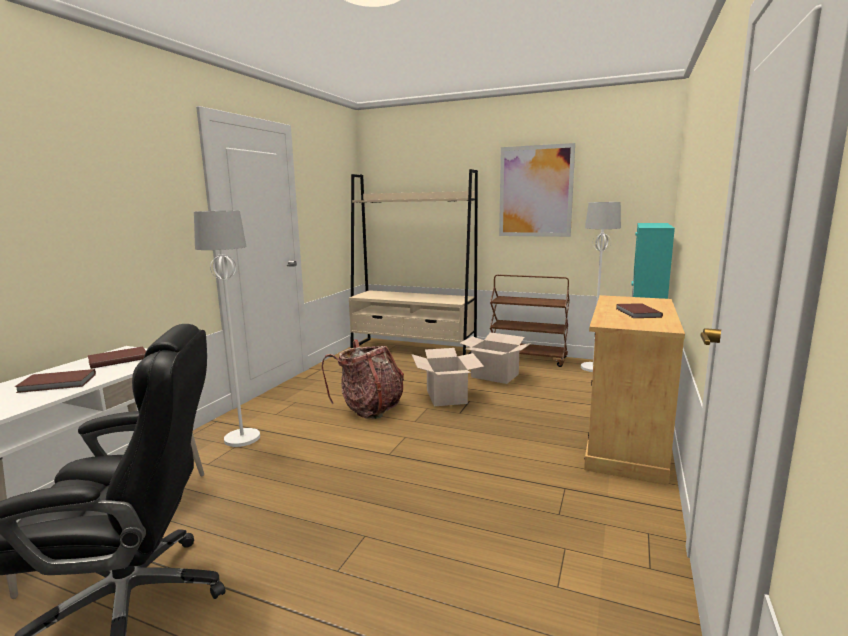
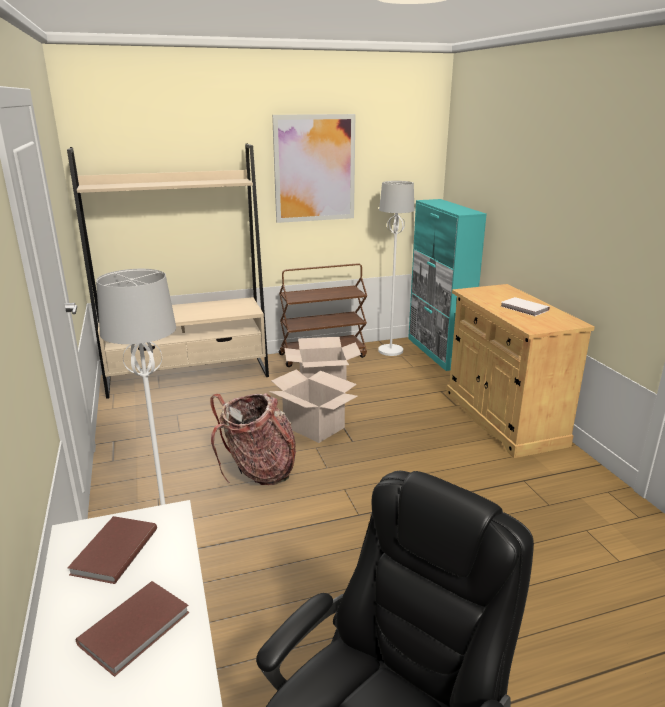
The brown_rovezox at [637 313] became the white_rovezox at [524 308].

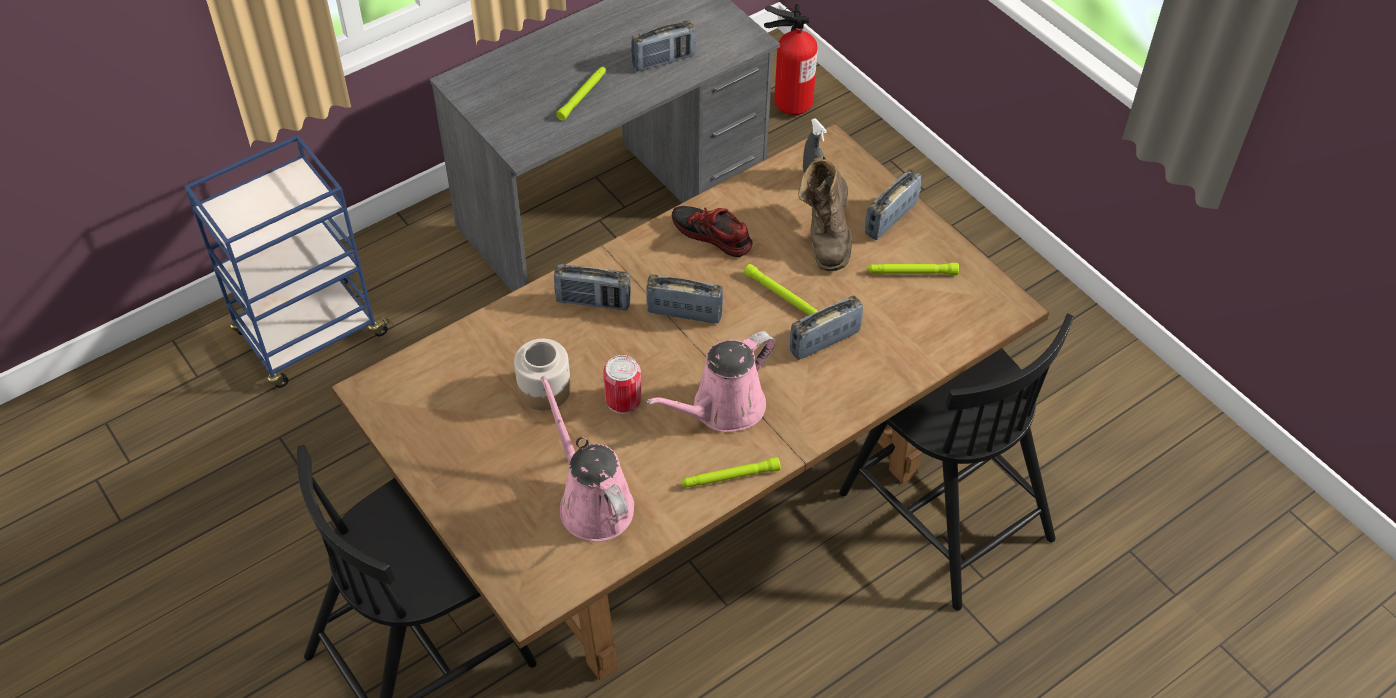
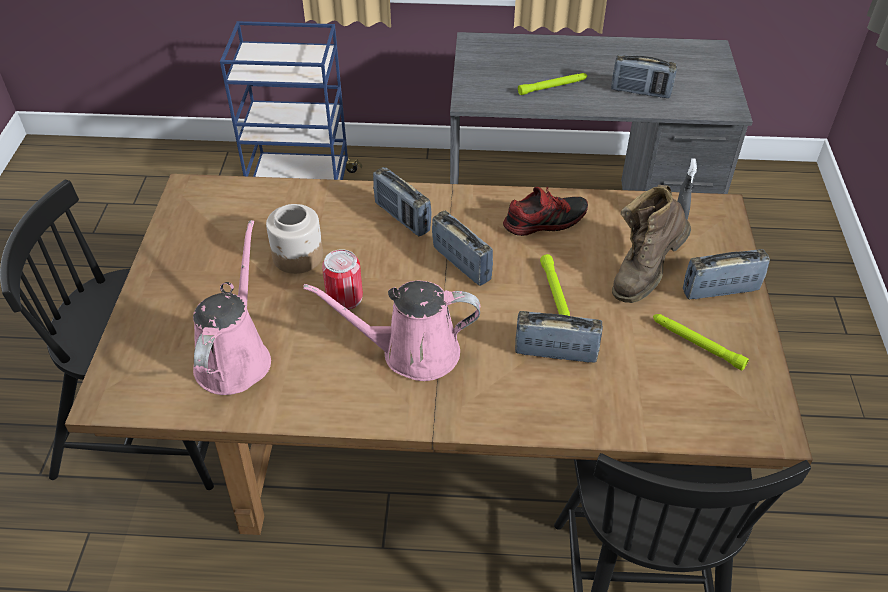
The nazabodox at [711 236] turned 90 degrees clockwise.
The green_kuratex at [729 477] disappeared.
The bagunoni at [790 102] disappeared.

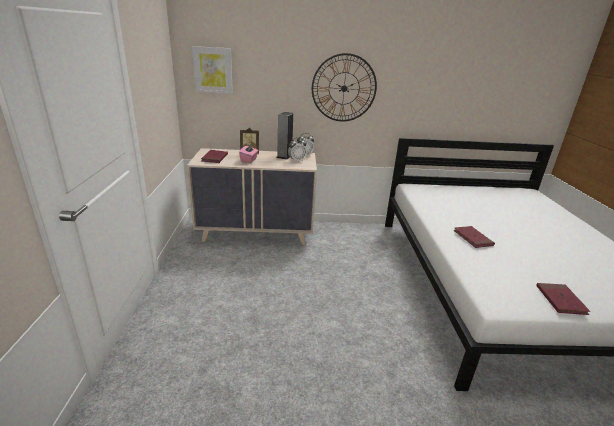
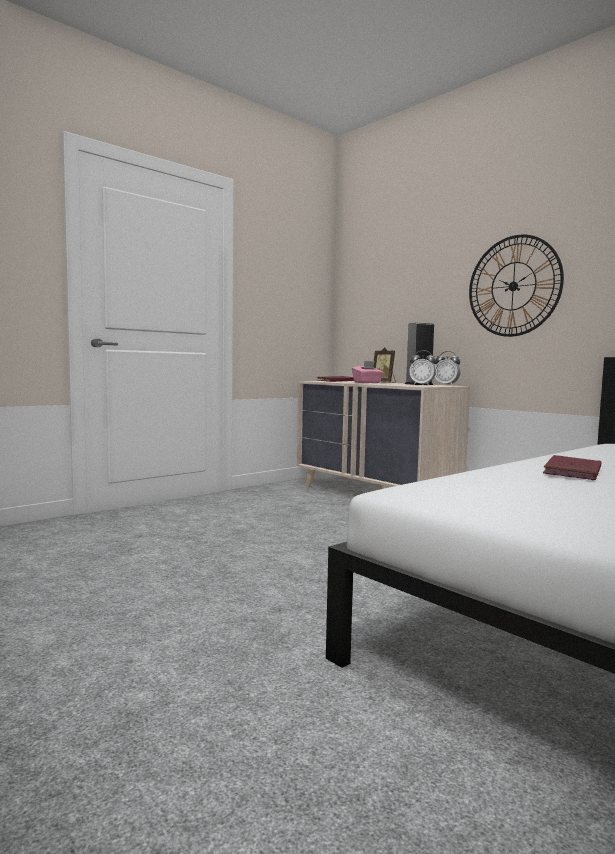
The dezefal at [213 70] disappeared.
The red_rovezox at [560 300] disappeared.

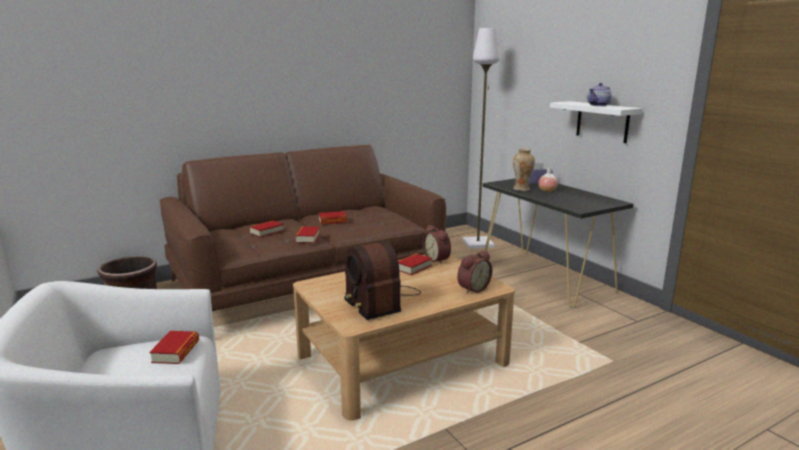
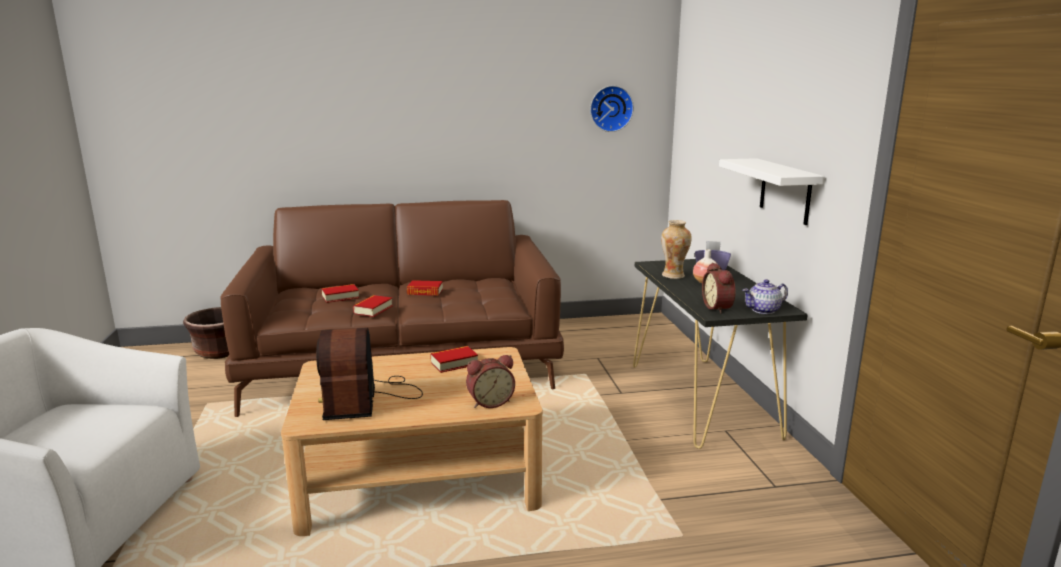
The rovezox at [176 352] disappeared.
The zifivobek moved from [438 259] to [719 307].
The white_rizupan at [478 243] disappeared.
The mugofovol moved from [598 105] to [764 310].
The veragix at [610 108] appeared.

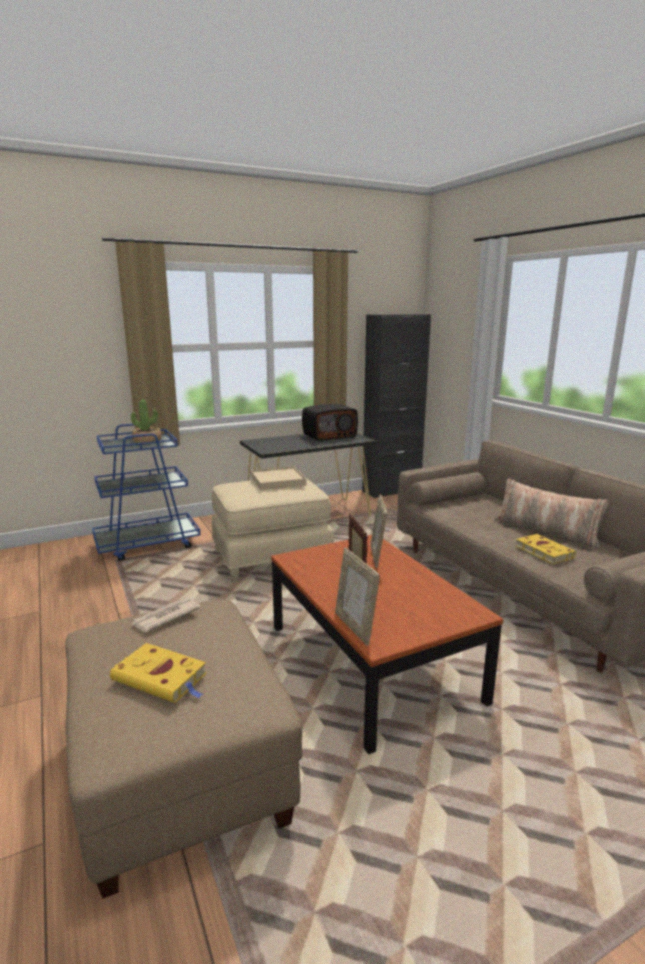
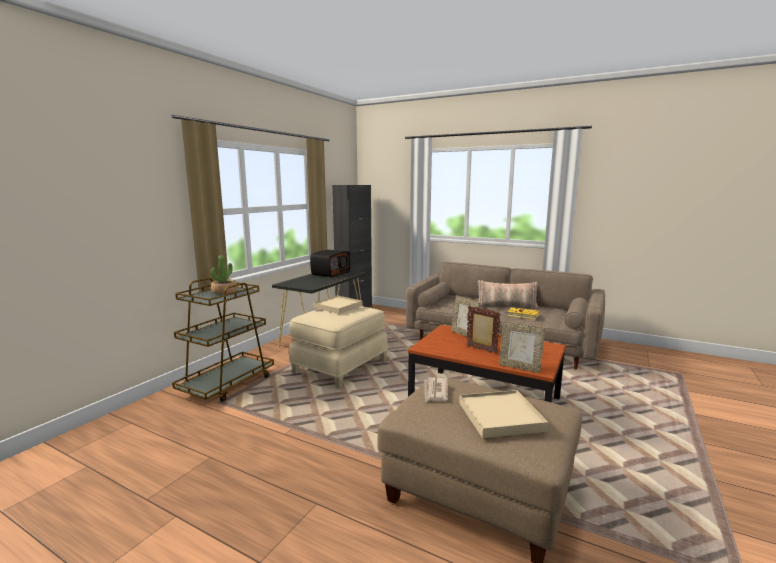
The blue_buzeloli at [148 544] became the brown_buzeloli at [227 384].
The yellow_rovezox at [162 678] was replaced by the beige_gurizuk at [500 416].

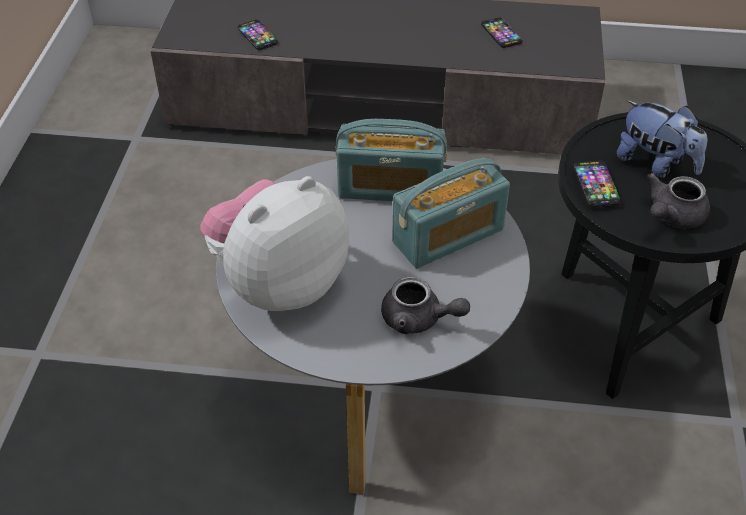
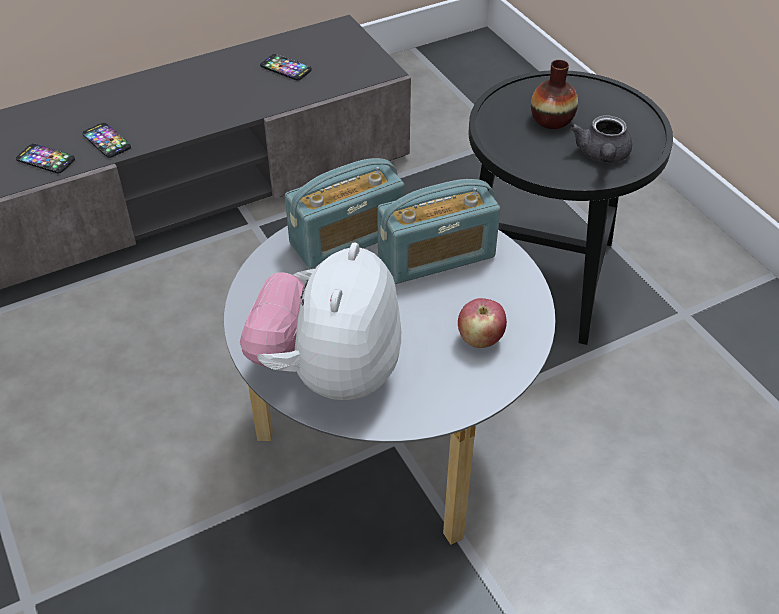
The grey_mugofovol at [419 319] was replaced by the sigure at [480 339].
The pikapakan at [448 236] turned 45 degrees clockwise.
The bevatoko moved from [596 185] to [106 141].
The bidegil at [655 164] was replaced by the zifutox at [551 119].

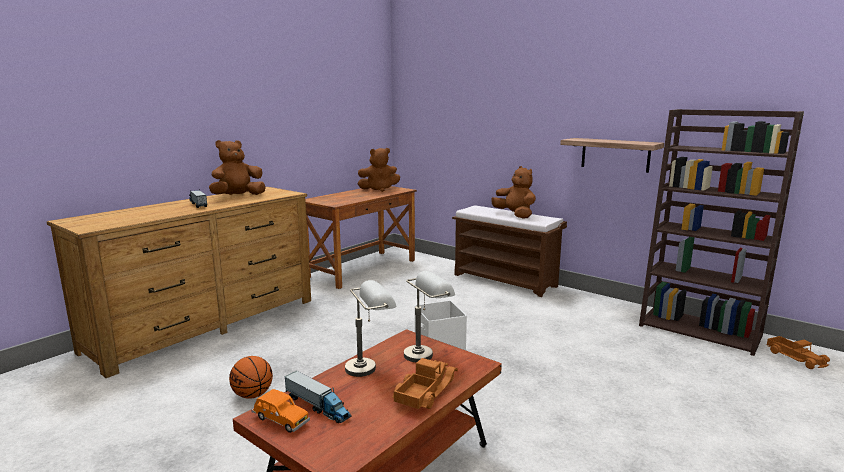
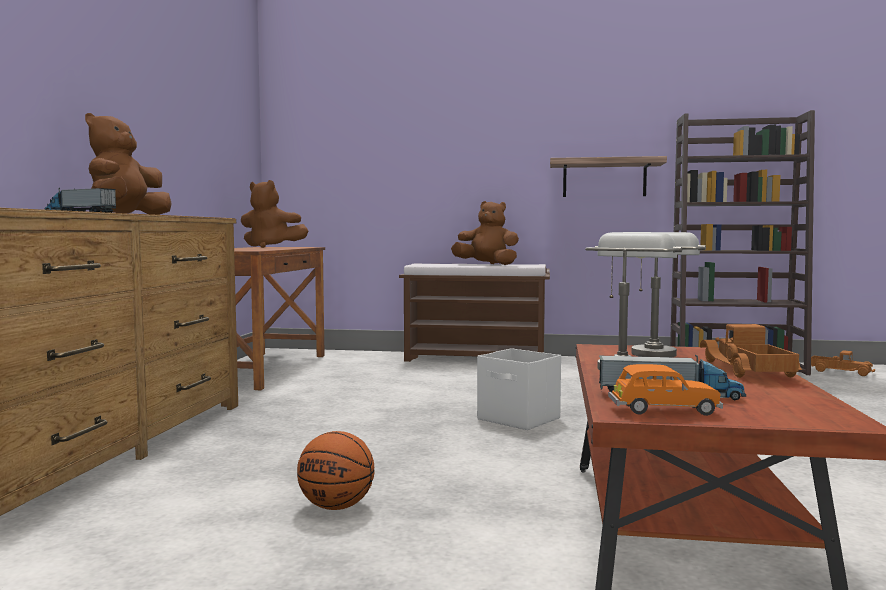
The brown_bidegil at [379 189] turned 60 degrees clockwise.

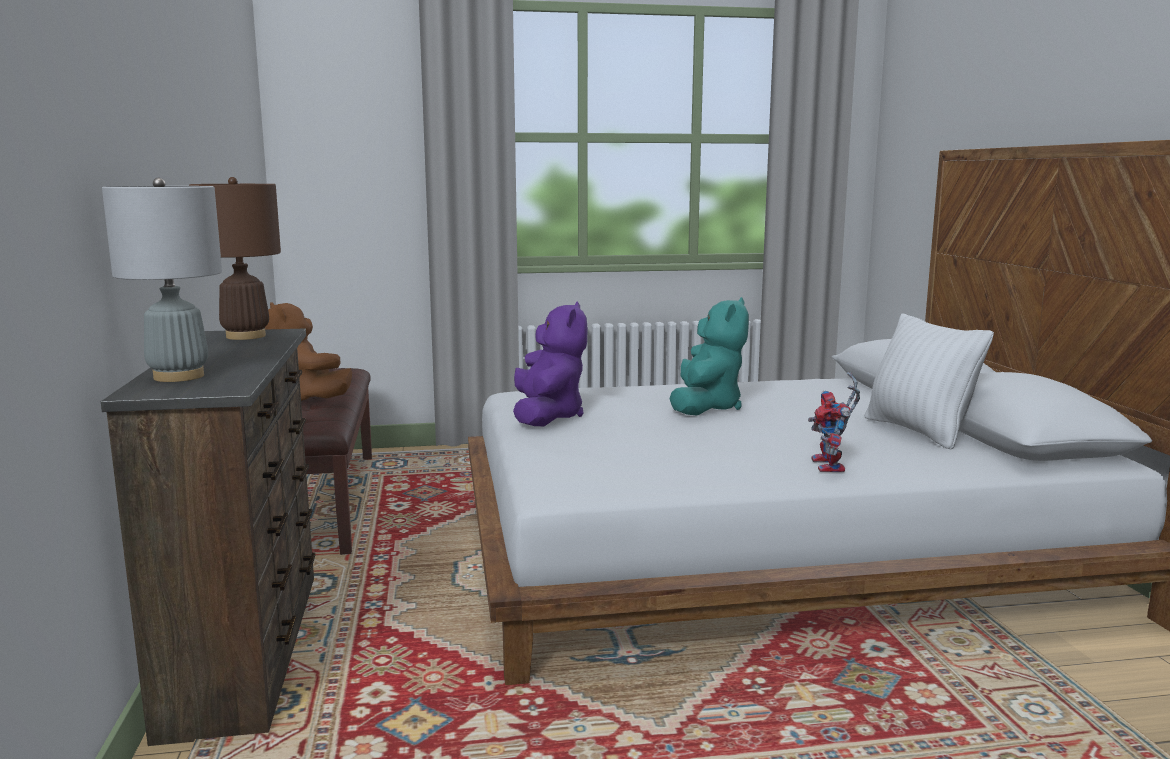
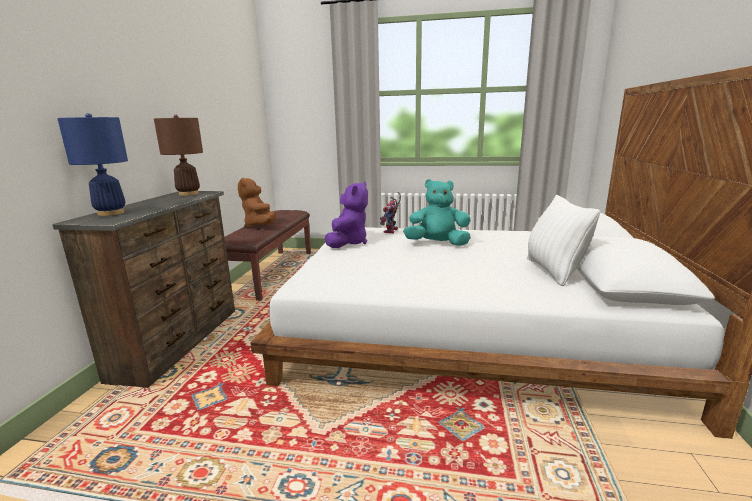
The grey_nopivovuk at [179 376] became the blue_nopivovuk at [111 213].
The turquoise_bidegil at [706 407] turned 120 degrees counterclockwise.
The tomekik moved from [832 467] to [391 231].

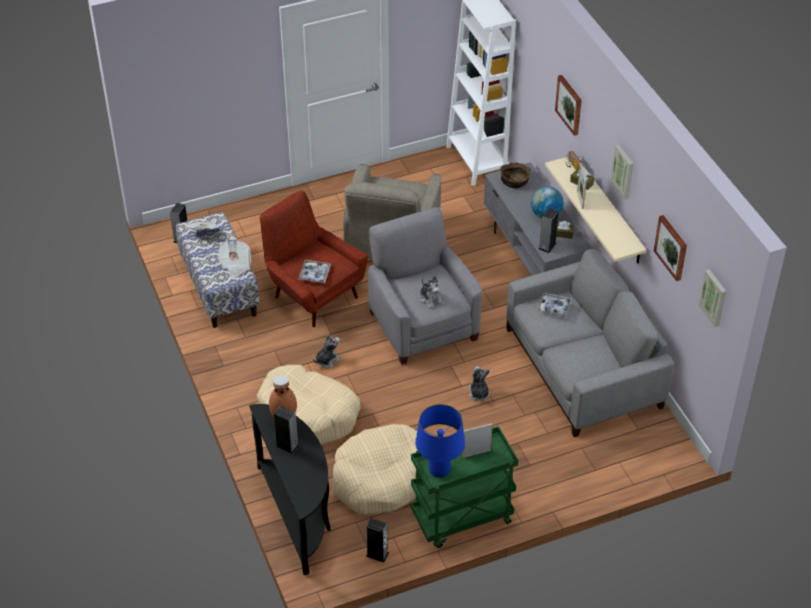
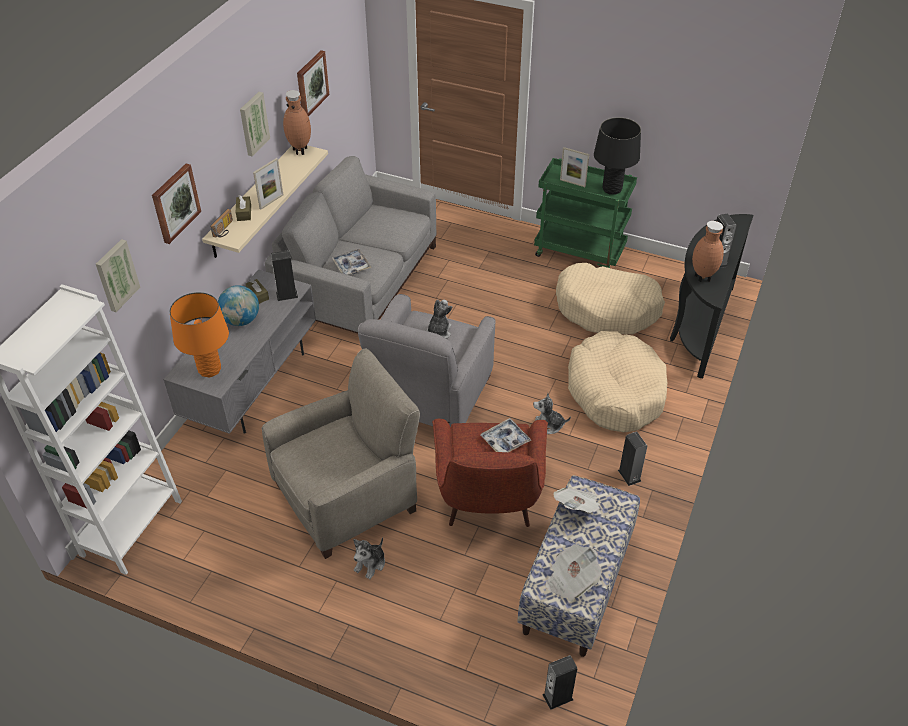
The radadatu moved from [377 554] to [629 475].
The blue_nopivovuk at [439 470] became the black_nopivovuk at [612 189].
The bidegil moved from [478 393] to [370 564].
The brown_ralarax at [515 181] was replaced by the orange_nopivovuk at [210 370].
The dezefal moved from [714 297] to [116 275].
The brown_zifutox at [300 150] appeared.

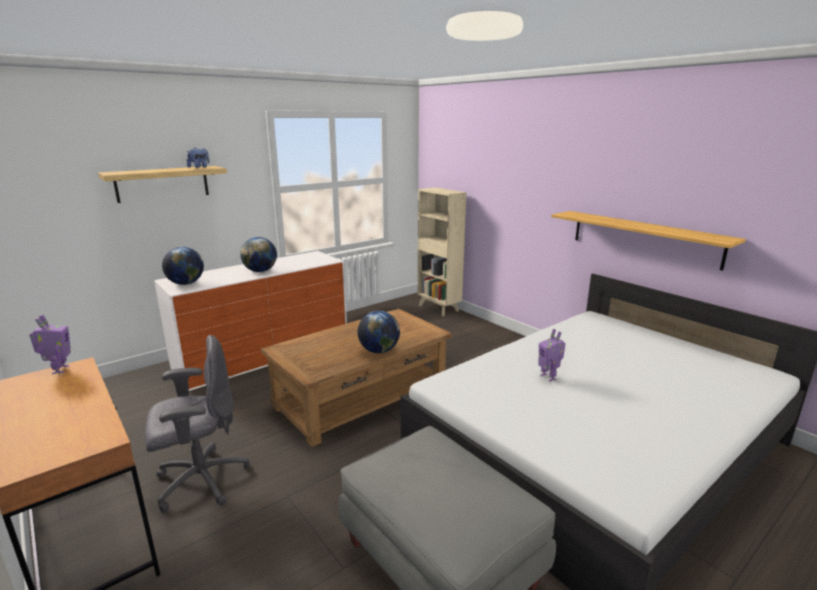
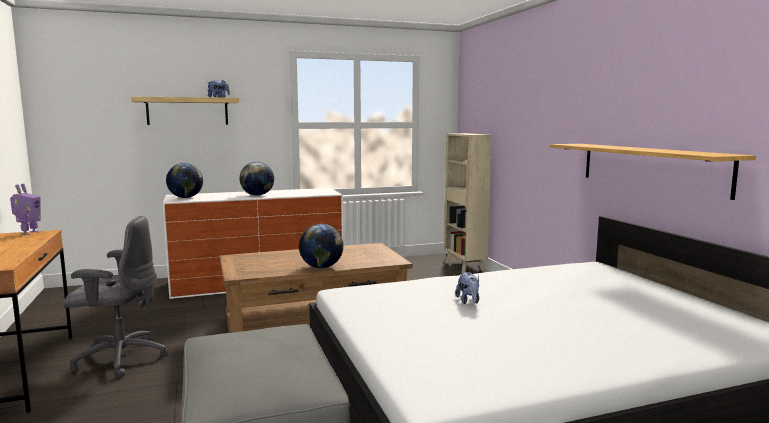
The tomekik at [548 377] was replaced by the bidegil at [468 301].

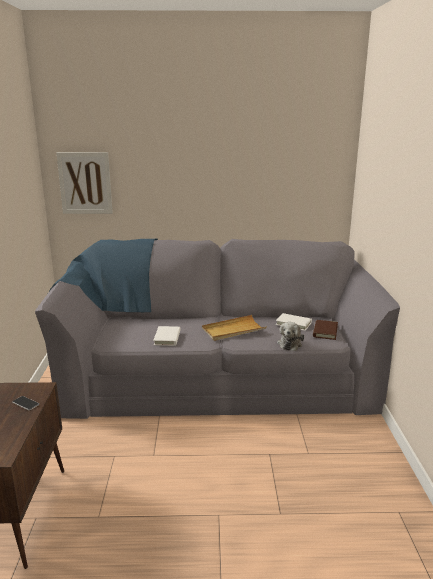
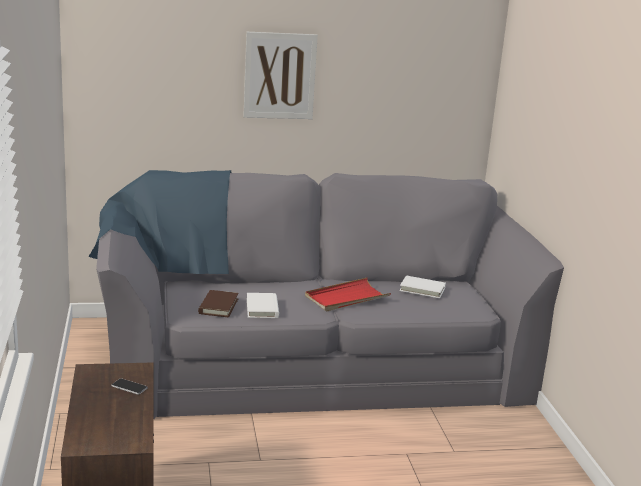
The dezefal moved from [85 183] to [279 76].
The beige_gurizuk at [233 330] became the red_gurizuk at [346 298].
The bidegil at [290 343] disappeared.
The brown_rovezox moved from [325 331] to [218 306].

